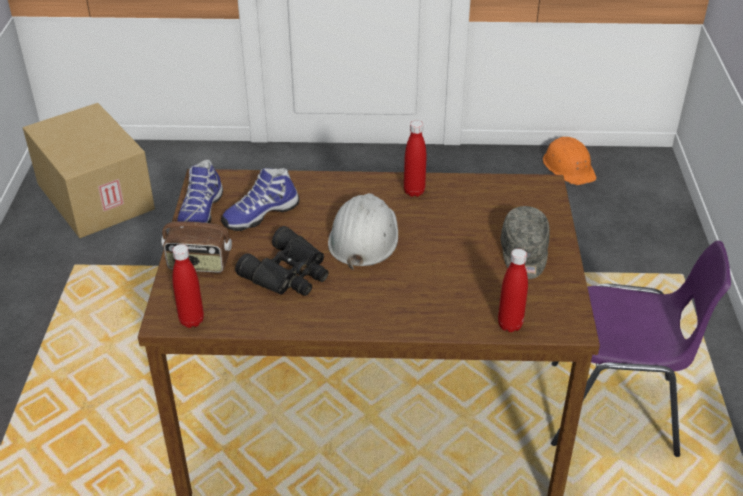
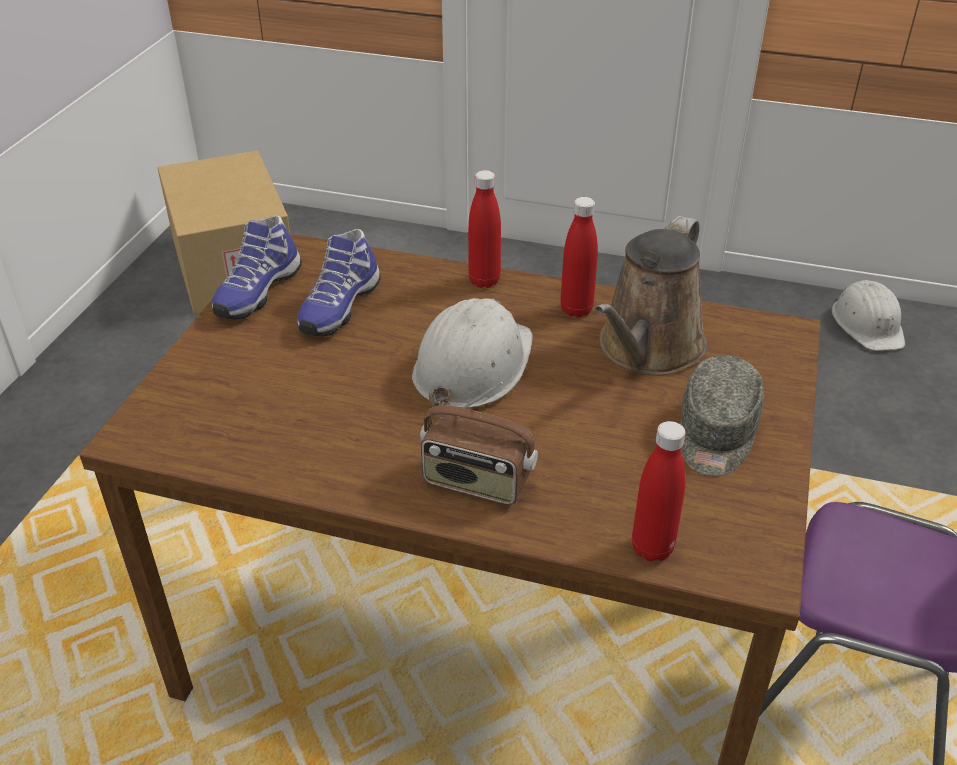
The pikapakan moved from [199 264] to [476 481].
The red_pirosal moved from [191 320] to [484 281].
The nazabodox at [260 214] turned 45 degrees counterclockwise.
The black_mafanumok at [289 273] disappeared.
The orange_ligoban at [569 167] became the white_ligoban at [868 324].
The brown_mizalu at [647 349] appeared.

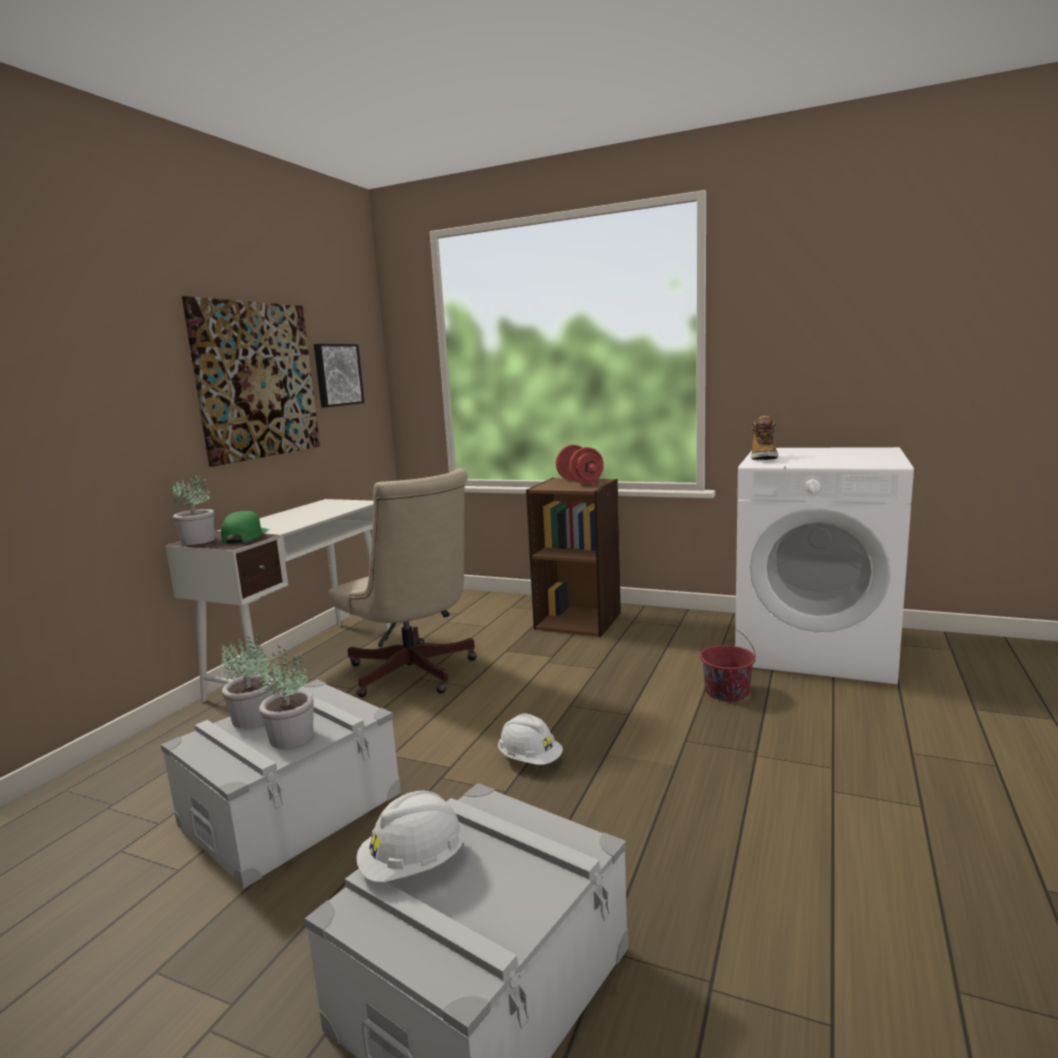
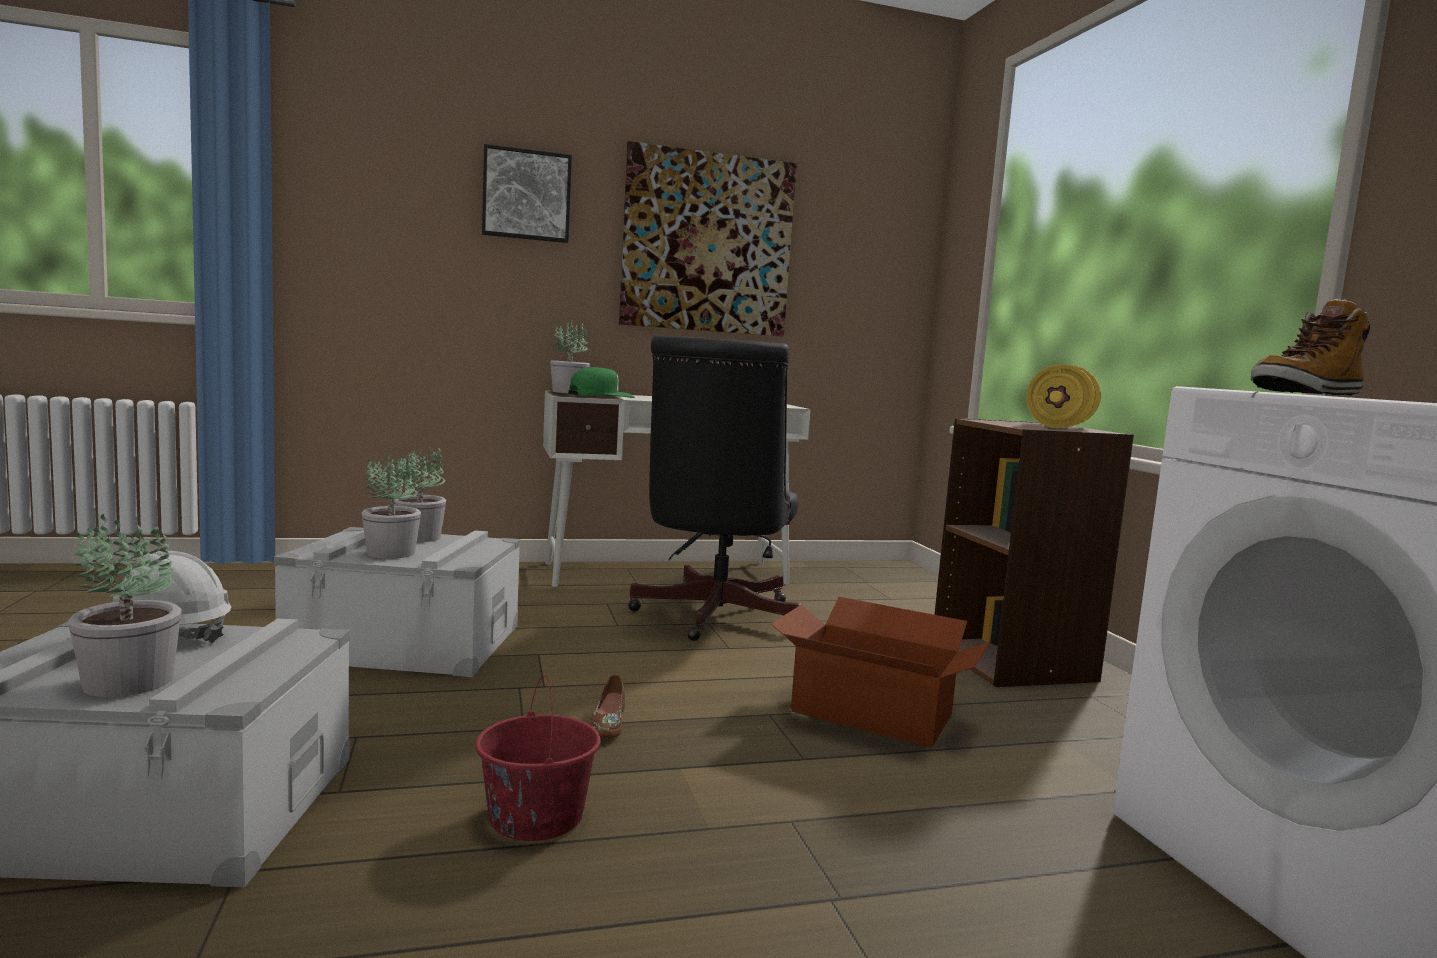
The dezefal moved from [337 375] to [526 195].
The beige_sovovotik at [414 675] became the black_sovovotik at [712 618].
The white_ligoban at [530 759] was replaced by the brown_nazabodox at [607 723].
The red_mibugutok at [579 482] became the yellow_mibugutok at [1060 427].
The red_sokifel moved from [726 691] to [536 816].
The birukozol at [126 682] appeared.
The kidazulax at [871 712] appeared.

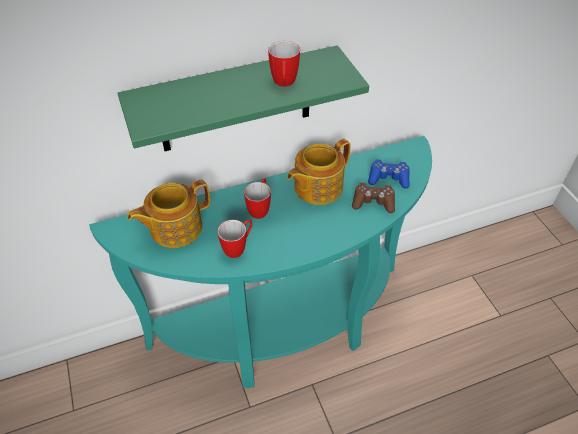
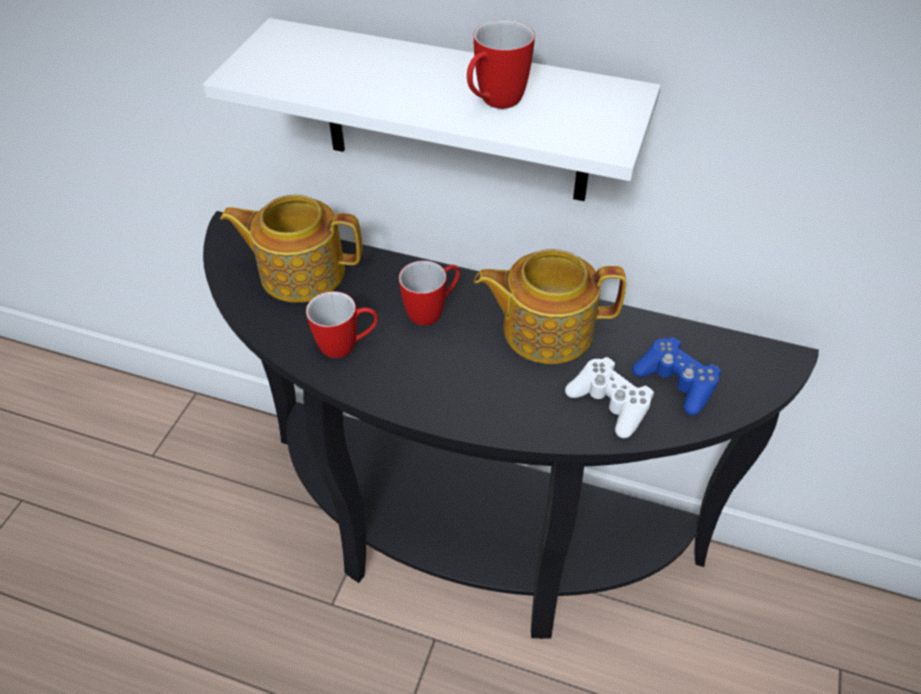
The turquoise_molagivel at [286 331] became the black_molagivel at [466 540].
The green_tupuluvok at [235 101] became the white_tupuluvok at [455 114].
The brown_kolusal at [373 202] became the white_kolusal at [609 403].

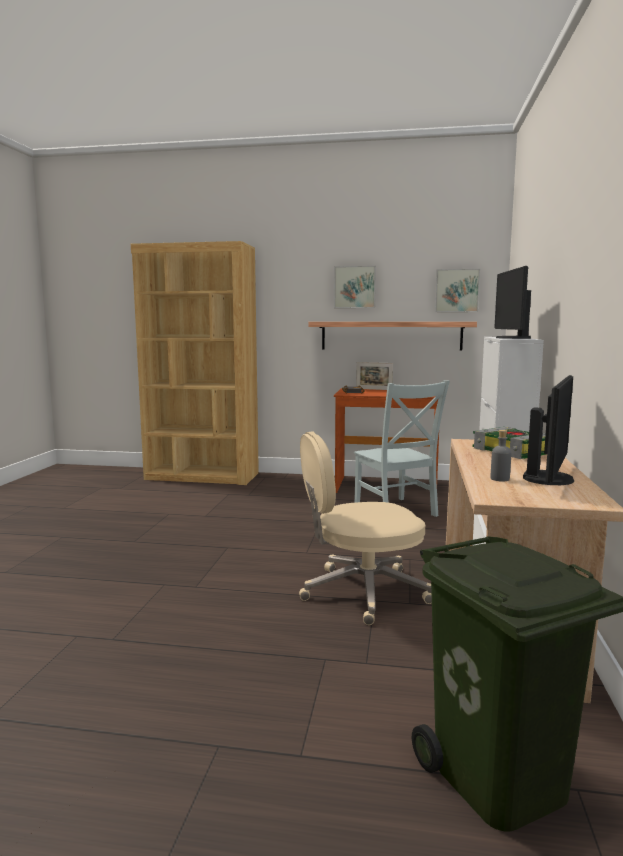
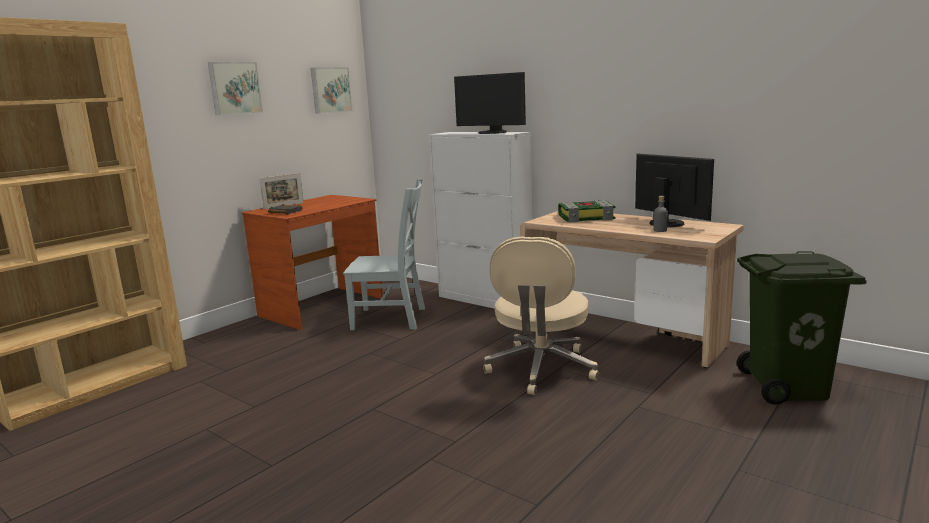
The tupuluvok at [391 335] disappeared.

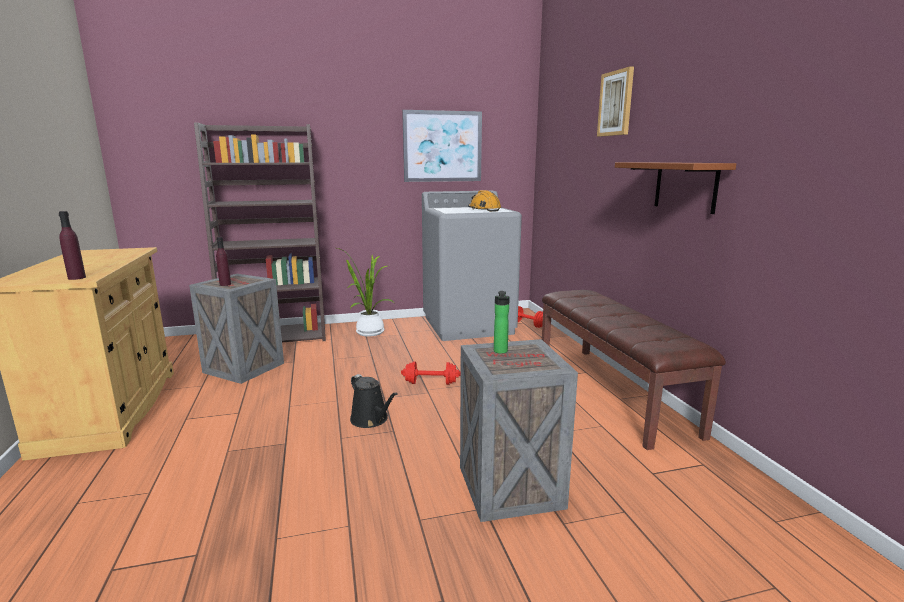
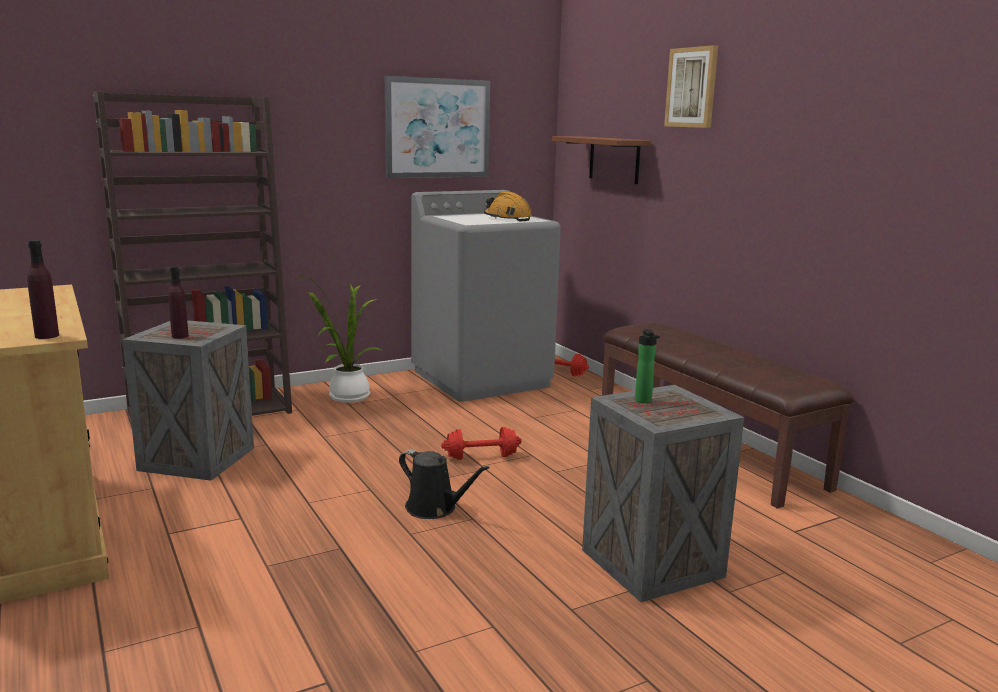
The brown_tupuluvok moved from [685 186] to [614 159].

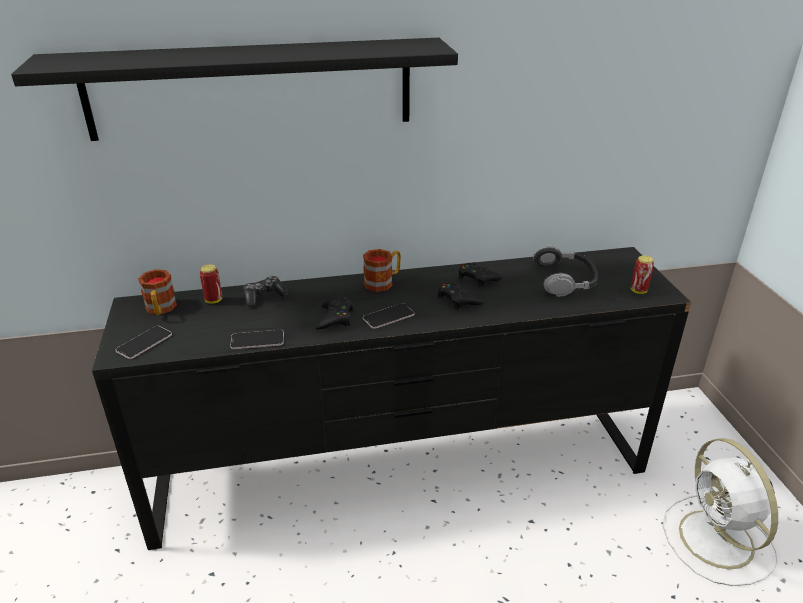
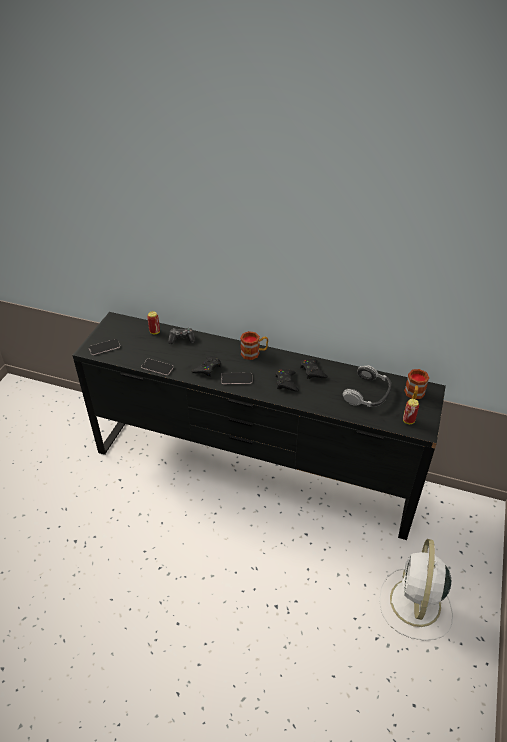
The black_tupuluvok at [251 89] disappeared.
The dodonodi moved from [160 310] to [414 395].

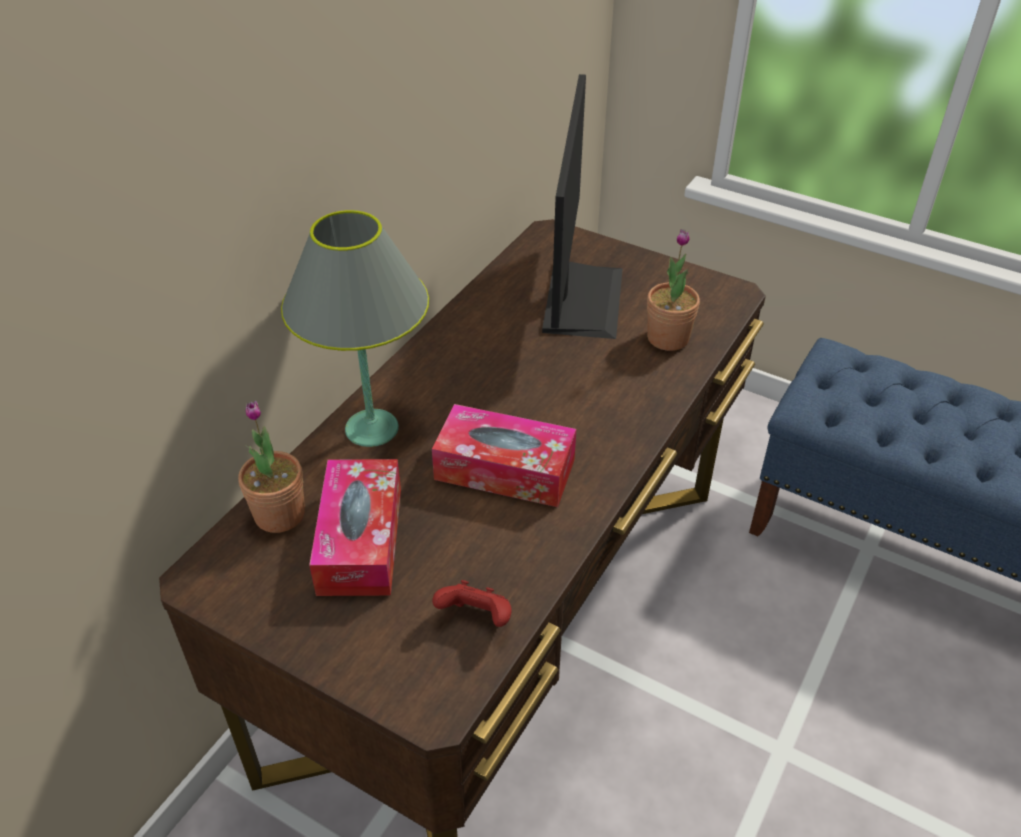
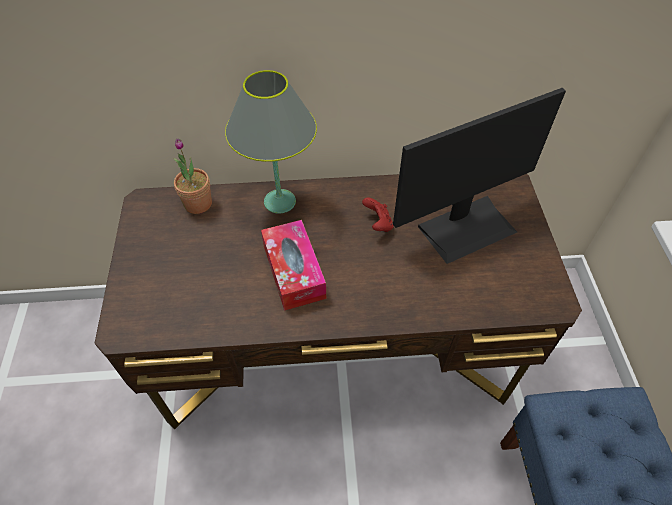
The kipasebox at [360 540] disappeared.
The red_kolusal moved from [476 618] to [378 224].
The birukozol at [668 338] disappeared.

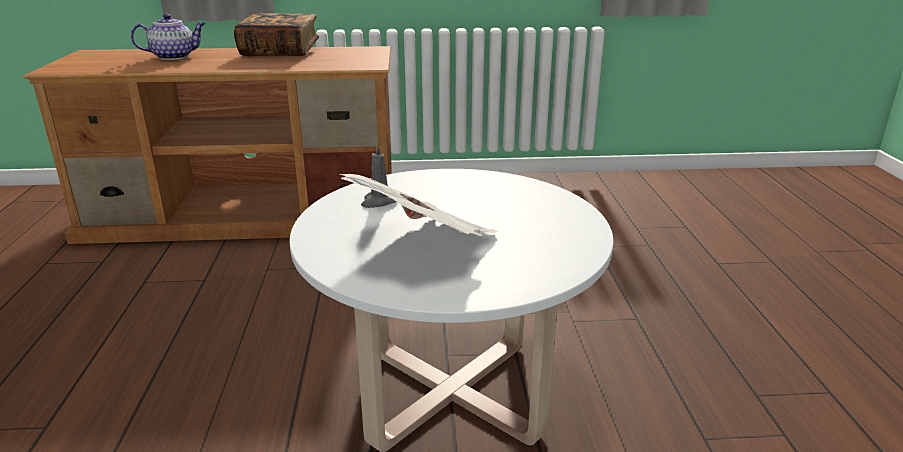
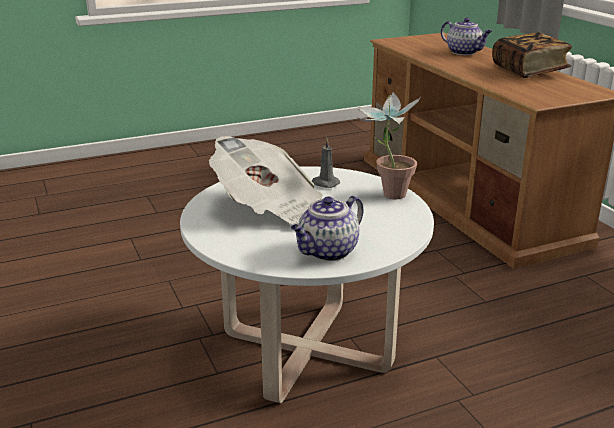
The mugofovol at [327 252] appeared.
The birukozol at [385 194] appeared.

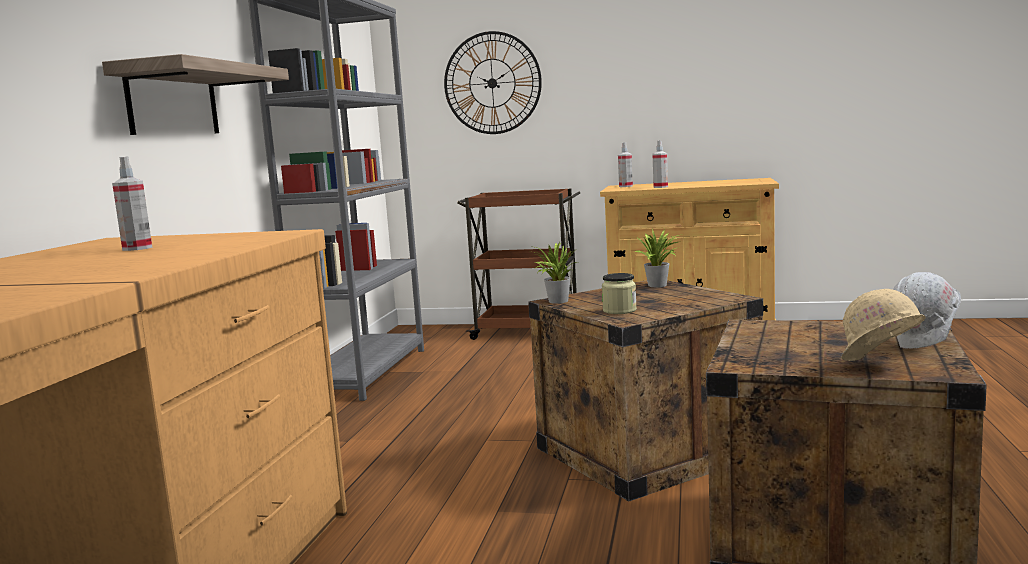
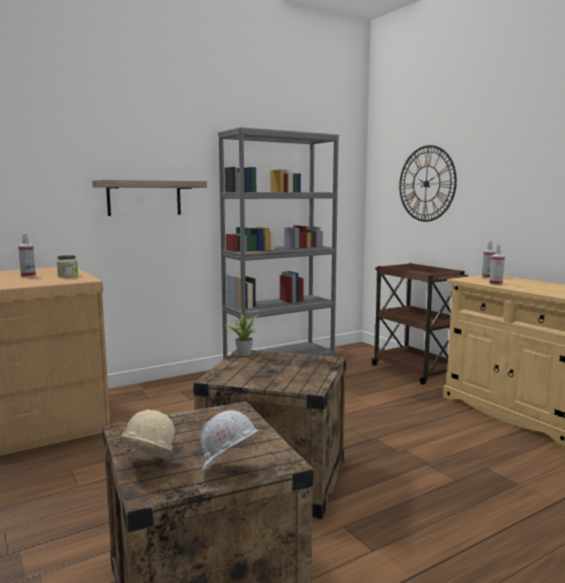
The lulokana moved from [619 310] to [68 276].
The birukozol at [660 285] disappeared.

